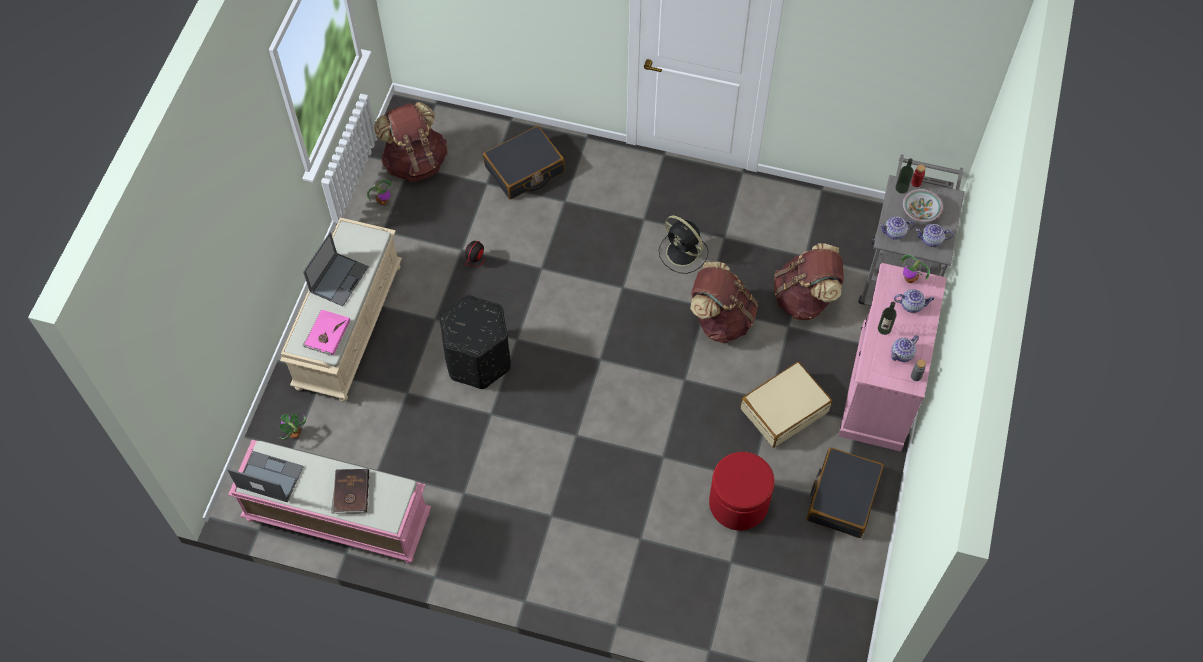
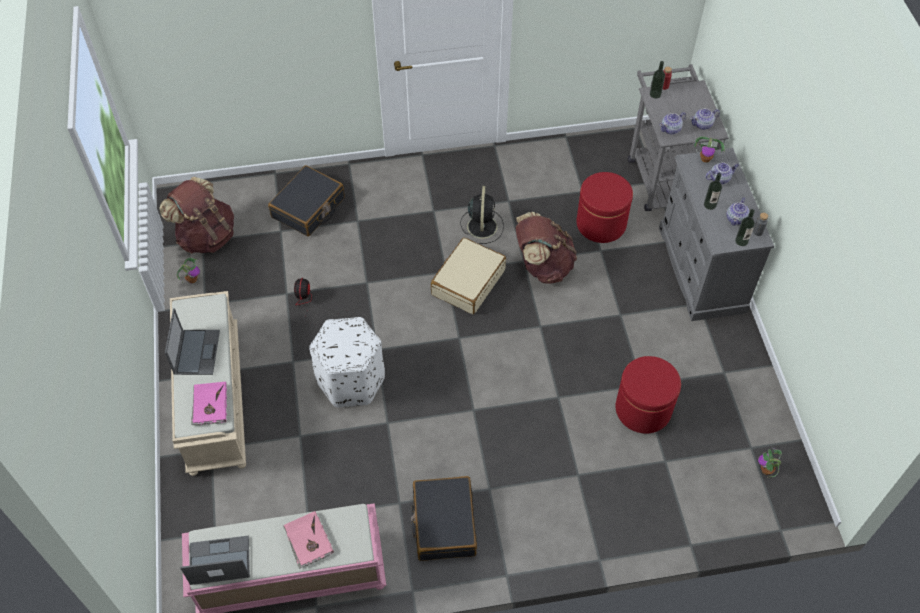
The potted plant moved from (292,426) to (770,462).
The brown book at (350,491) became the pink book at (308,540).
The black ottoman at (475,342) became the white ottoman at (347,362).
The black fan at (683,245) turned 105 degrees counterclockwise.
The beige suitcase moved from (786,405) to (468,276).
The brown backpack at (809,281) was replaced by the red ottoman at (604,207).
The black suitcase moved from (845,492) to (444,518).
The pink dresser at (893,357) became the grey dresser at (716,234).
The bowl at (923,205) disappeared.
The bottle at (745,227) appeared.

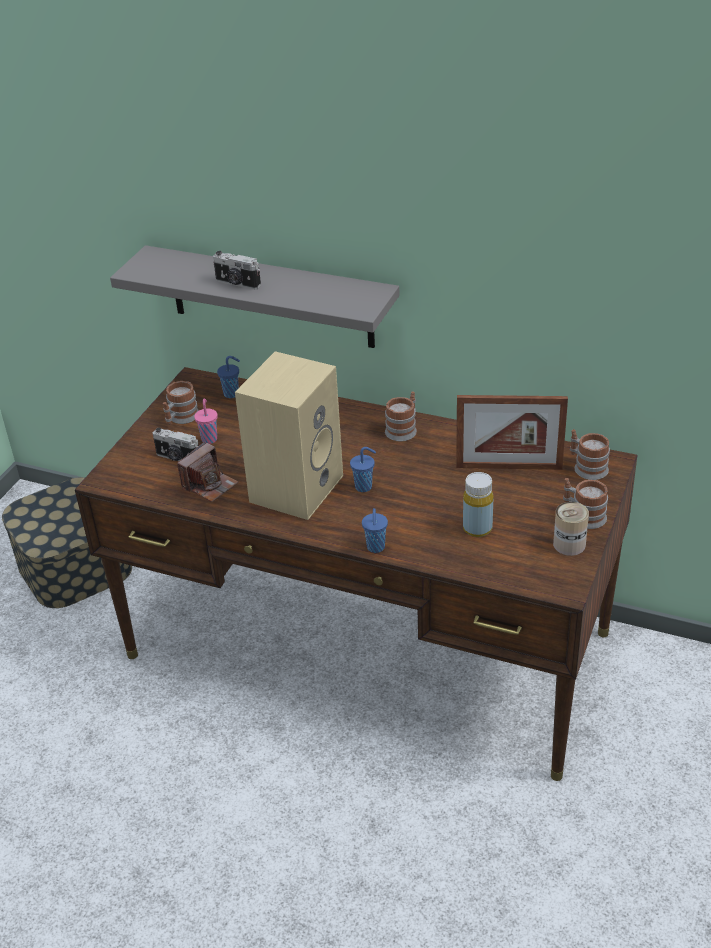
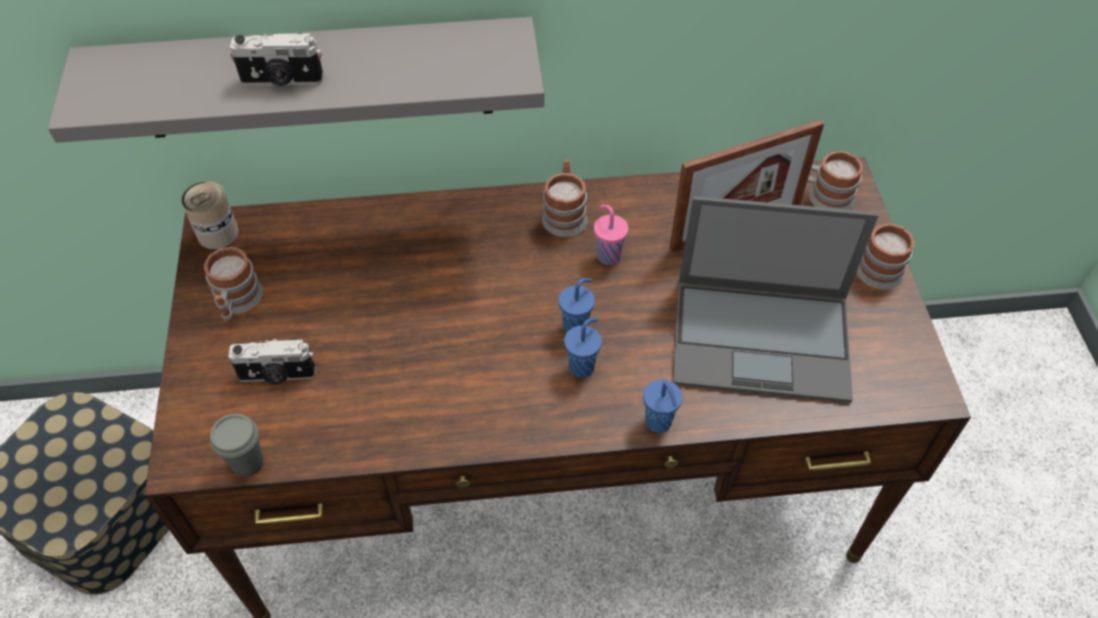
The photo camera at (208,472) disappeared.
The pink cup moved from (206,421) to (611,235).
The blue cup moved from (228,377) to (583,348).
The beige speaker at (289,435) disappeared.
The yellow bottle at (478,504) was replaced by the laptop at (776,299).
The can moved from (571,529) to (210,215).
The grey cup at (236,445) appeared.

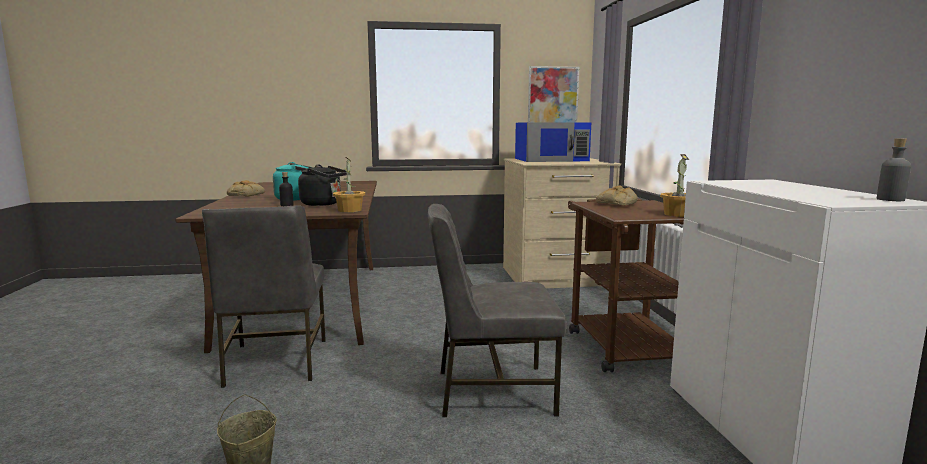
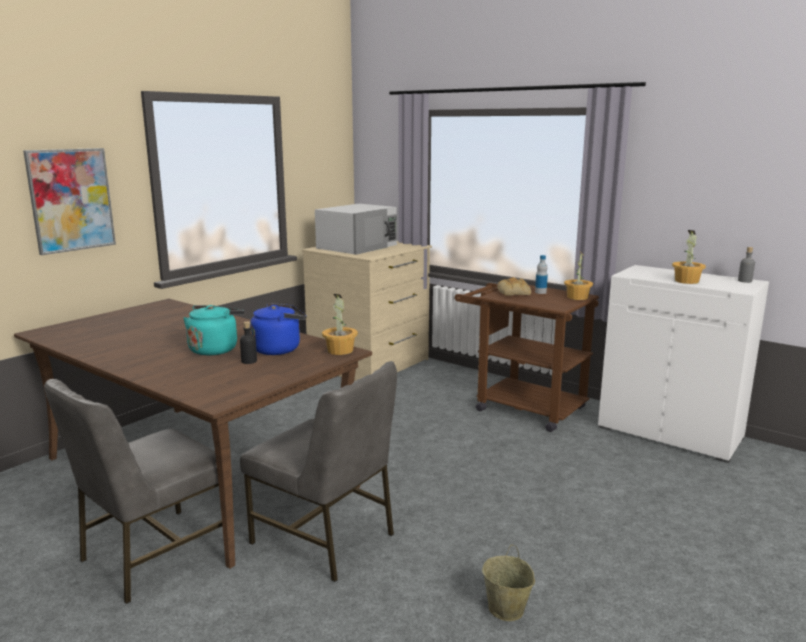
The bread at (246,188) disappeared.
The black kettle at (322,185) became the blue kettle at (278,329).
The grey chair moved from (497,310) to (138,491).
The blue microwave at (553,142) became the white microwave at (356,229).
The picture moved from (553,94) to (69,201).
The bottle at (541,274) appeared.
The potted plant at (689,257) appeared.

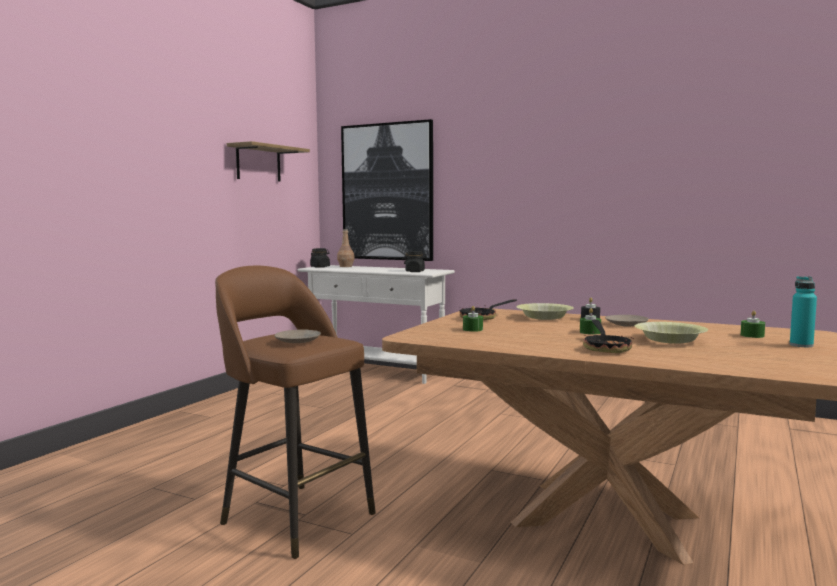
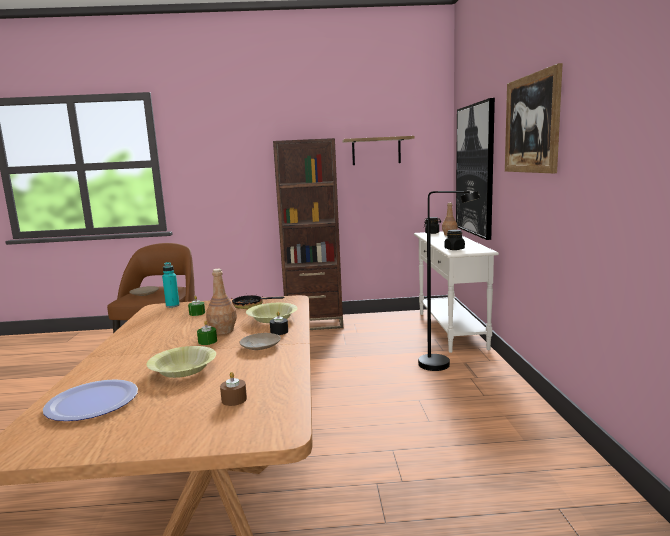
The frying pan at (608,336) disappeared.
The green candle at (753,324) became the brown candle at (233,389).
The turquoise bottle moved from (803,311) to (171,285).
The plate at (90,400) appeared.
The brown bottle at (221,302) appeared.
The brown bookcase at (308,234) appeared.
The black floor lamp at (449,281) appeared.
The picture at (534,118) appeared.

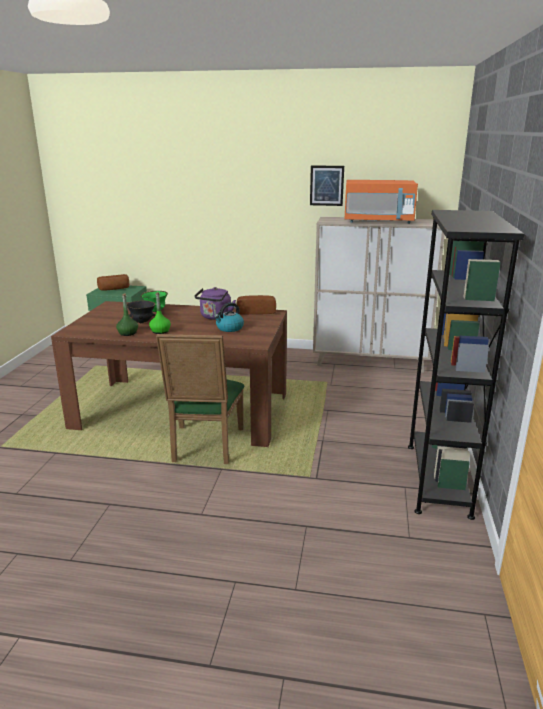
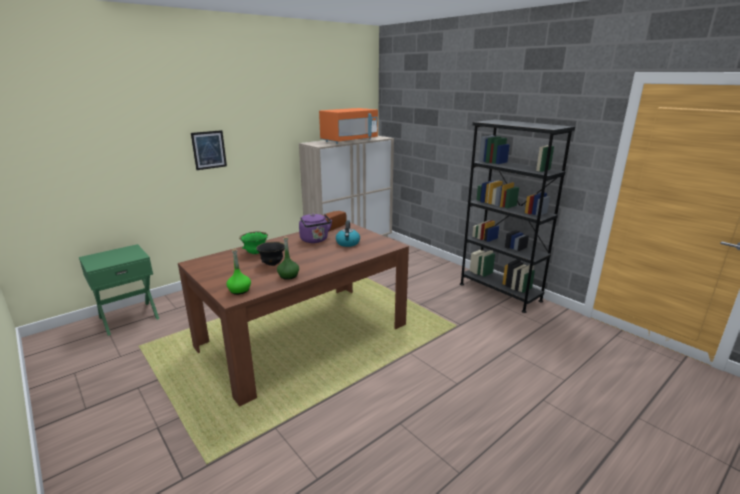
The bread at (113,282) disappeared.
The green bottle moved from (160,313) to (238,272).
The green chair at (200,399) disappeared.
The picture moved from (327,185) to (209,150).

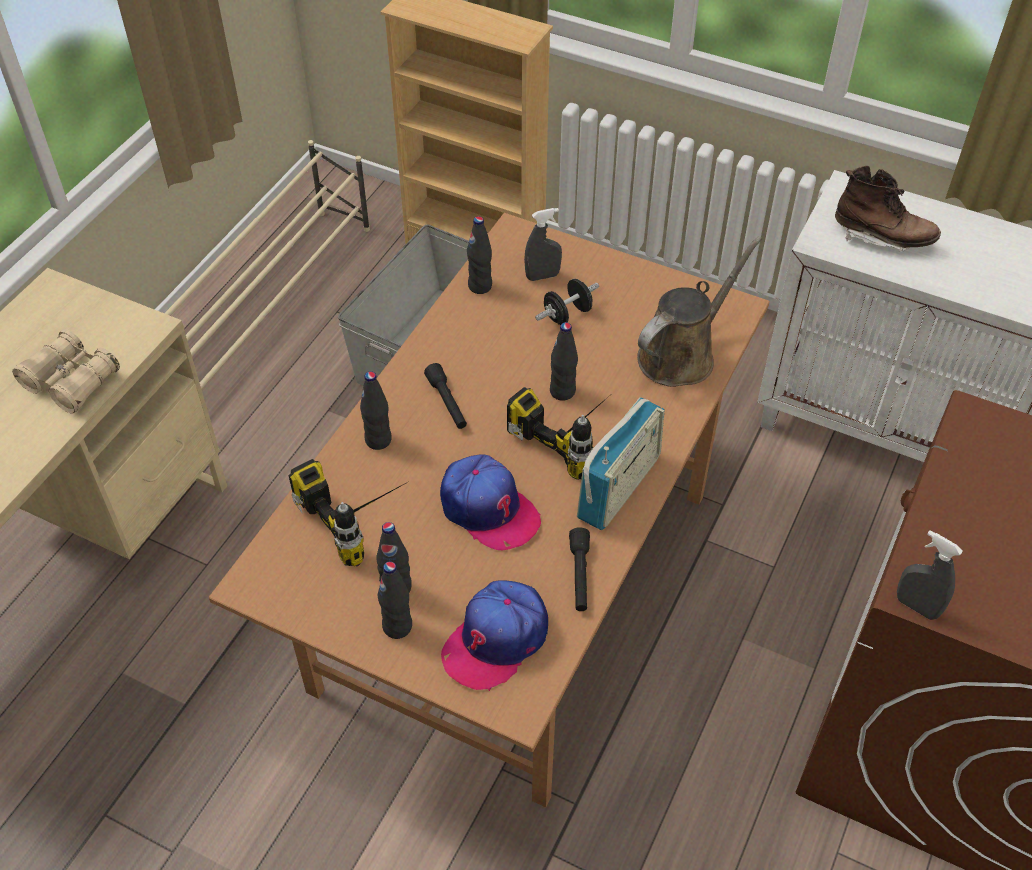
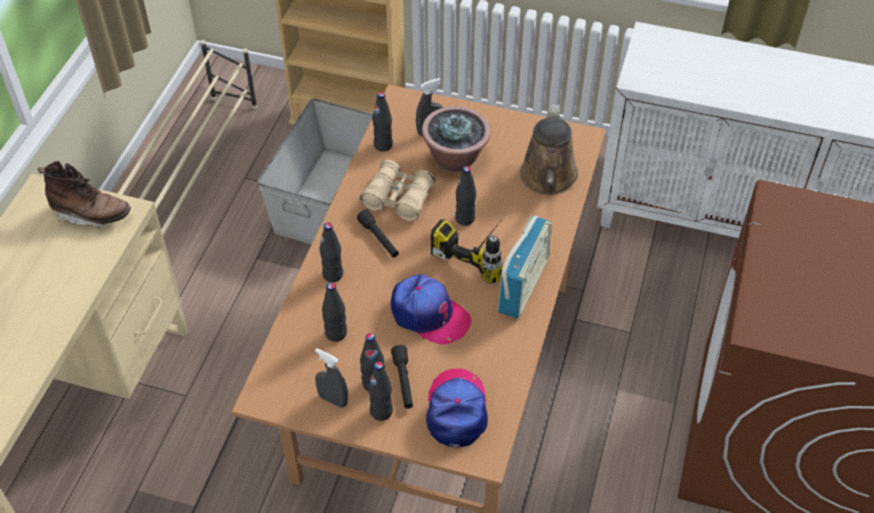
The beige binoculars moved from (66,371) to (397,190).
The power drill at (348,512) was replaced by the black bottle at (334,312).
The cap at (494,635) turned 150 degrees clockwise.
The black dumbbell at (567,302) was replaced by the potted plant at (456,139).
The black flashlight moved from (579,569) to (402,376).
The brown watering can at (699,311) turned 150 degrees clockwise.
The brown boot moved from (888,209) to (84,194).
The grey spray bottle moved from (930,575) to (331,378).

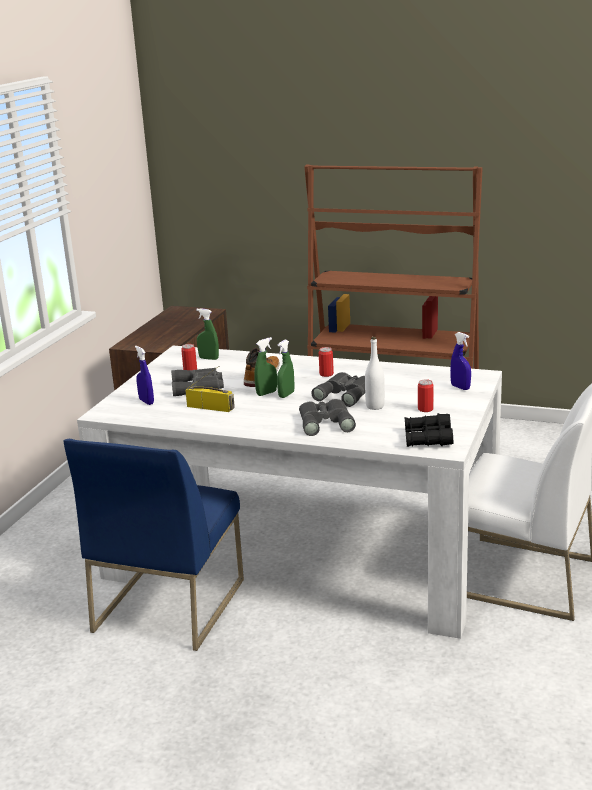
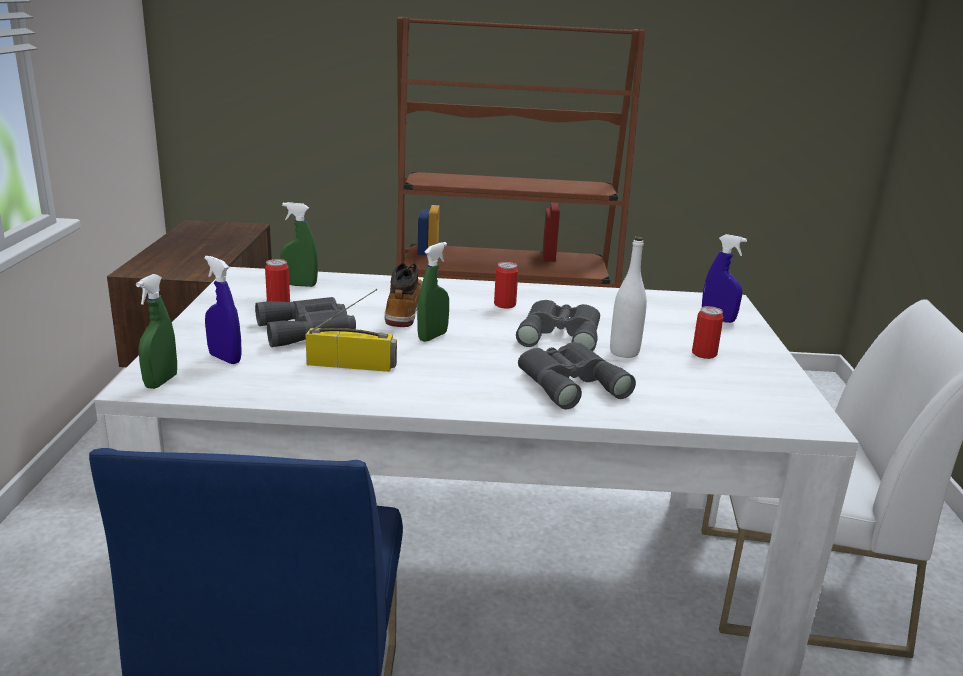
The green spray bottle moved from (286,369) to (156,331).
The black binoculars at (429,430) disappeared.

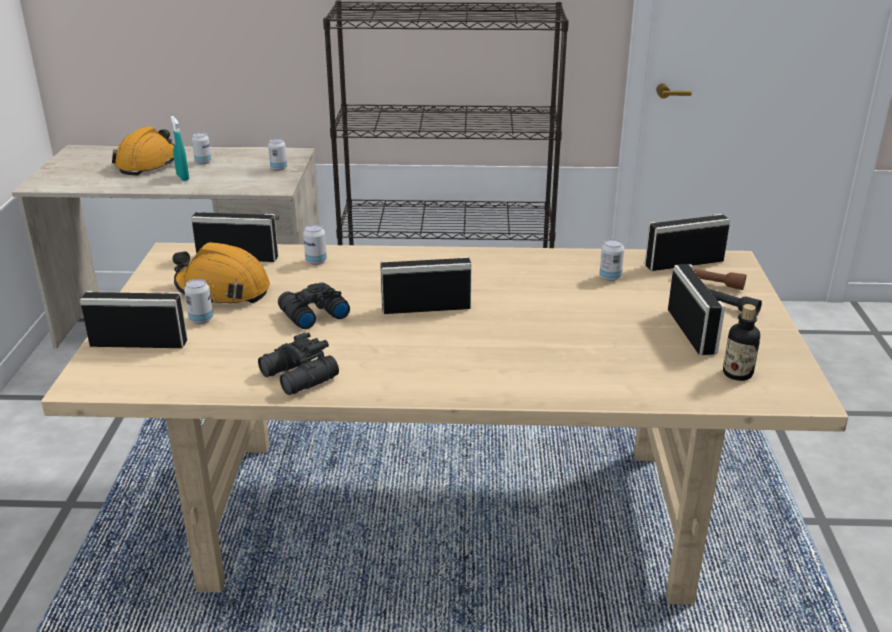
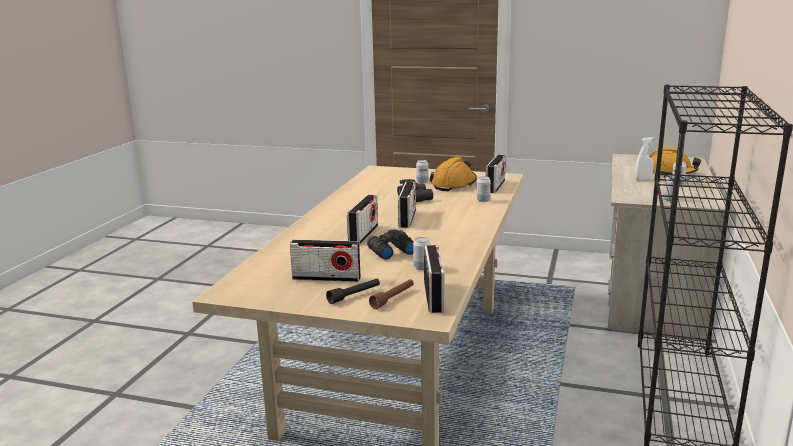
The radio moved from (134,319) to (362,220).
The turquoise spray bottle at (180,148) became the white spray bottle at (644,159).
The black binoculars moved from (298,363) to (390,244).
The bottle at (741,342) disappeared.

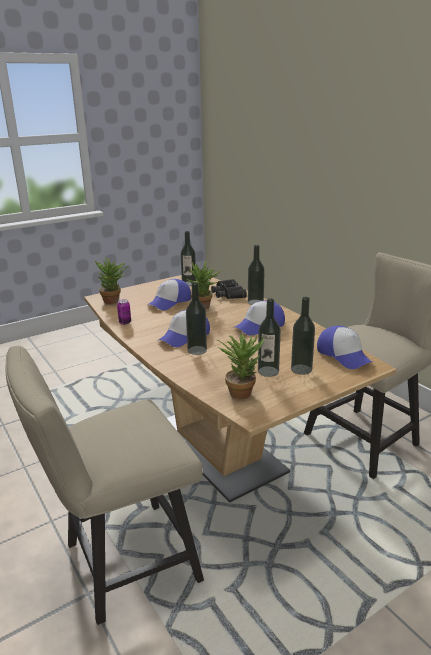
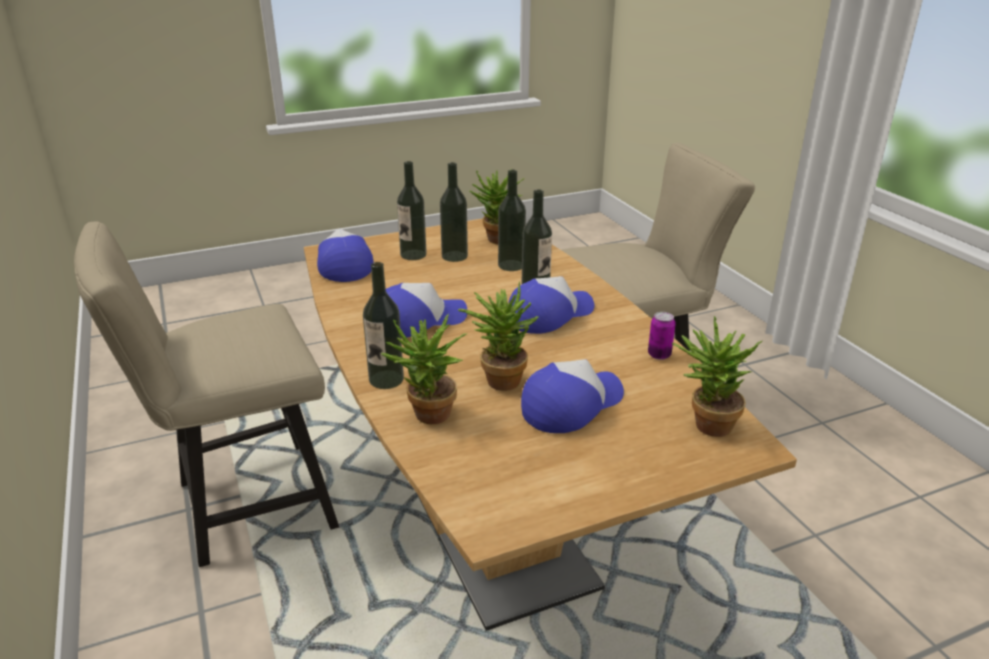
The bottle moved from (188,258) to (512,220).
The black binoculars at (229,289) was replaced by the potted plant at (424,369).

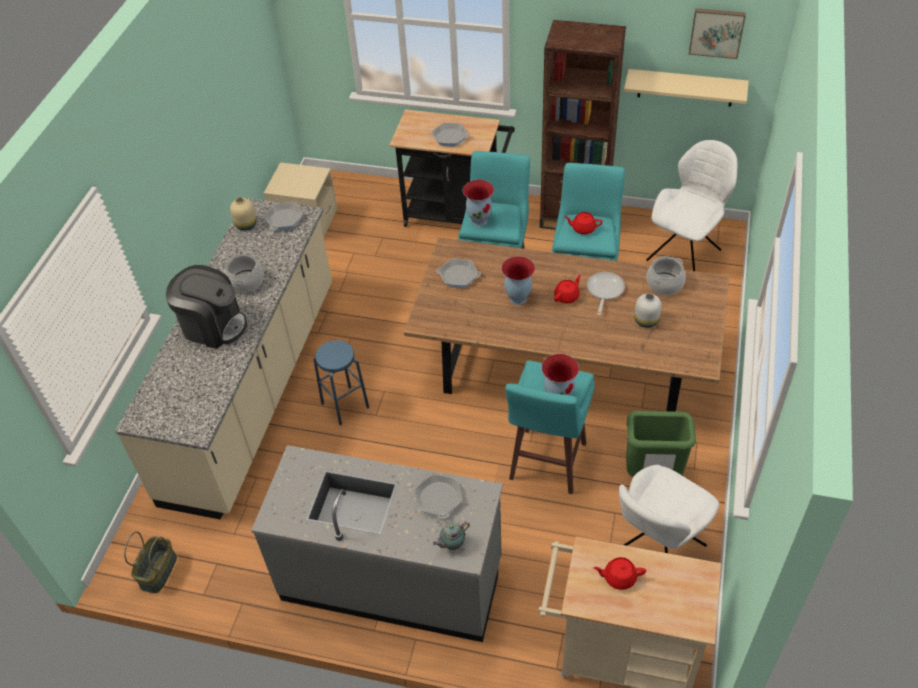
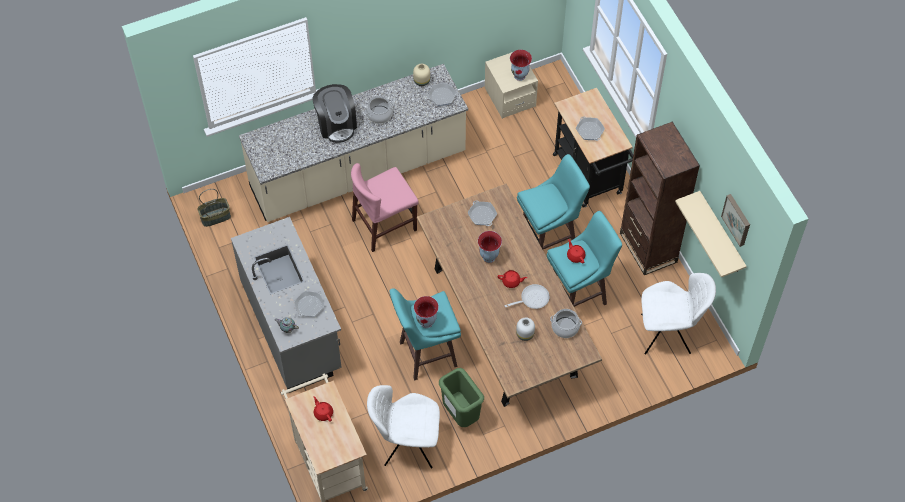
The blue stool at (341,382) was replaced by the pink chair at (385,207).
The vase moved from (478,203) to (521,65).

